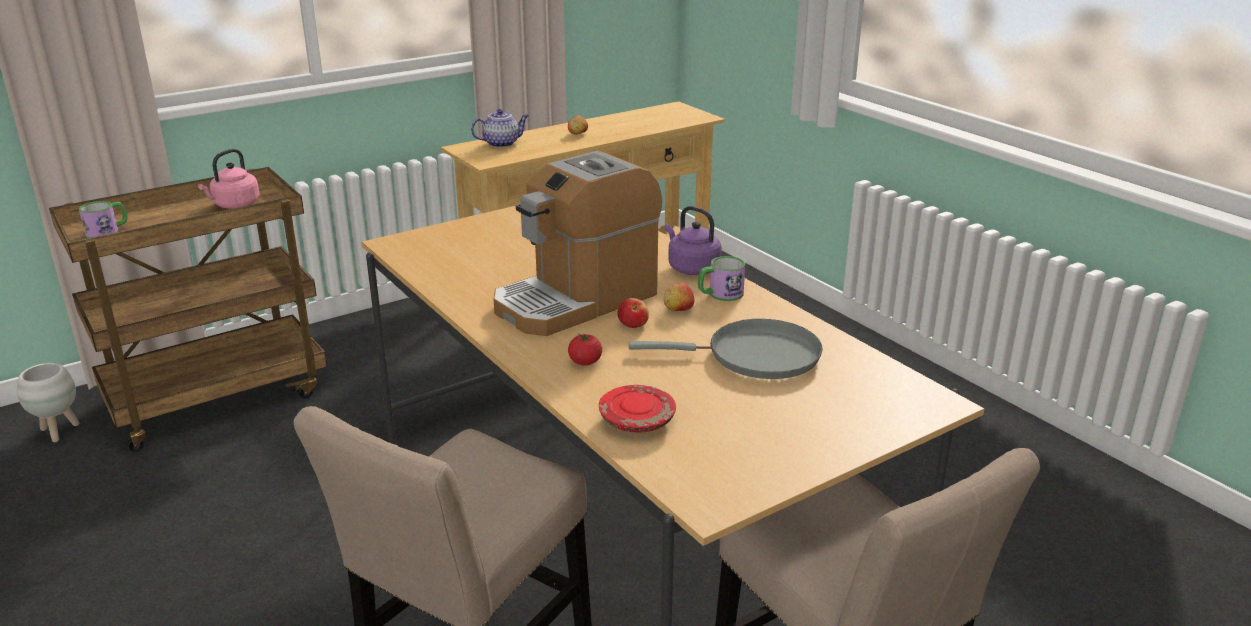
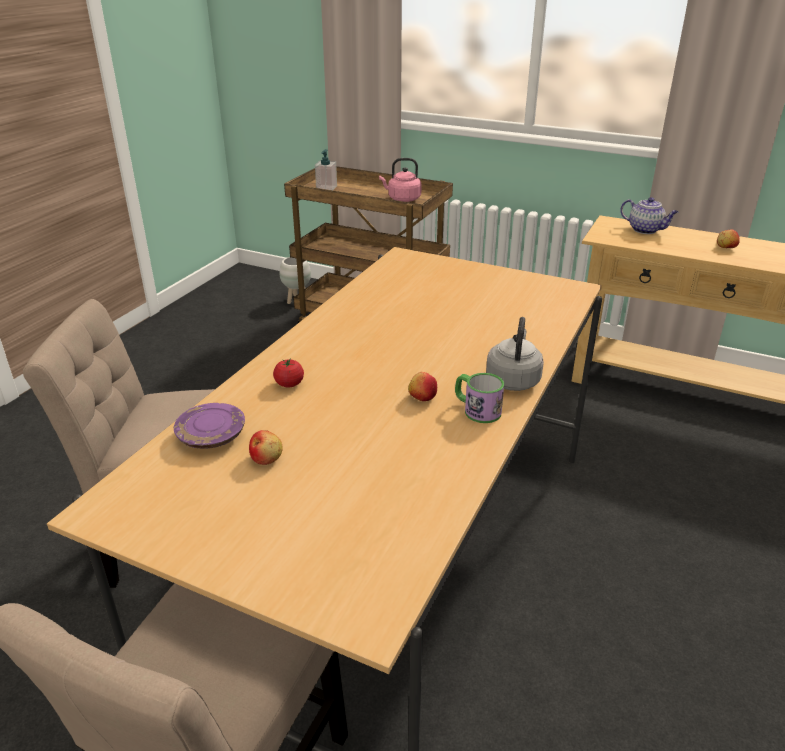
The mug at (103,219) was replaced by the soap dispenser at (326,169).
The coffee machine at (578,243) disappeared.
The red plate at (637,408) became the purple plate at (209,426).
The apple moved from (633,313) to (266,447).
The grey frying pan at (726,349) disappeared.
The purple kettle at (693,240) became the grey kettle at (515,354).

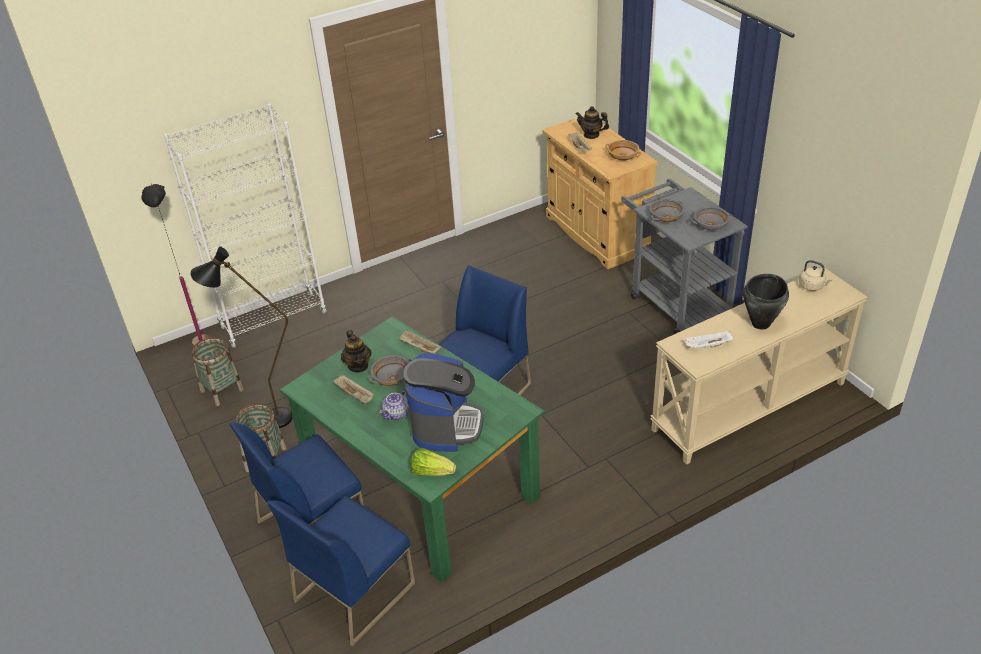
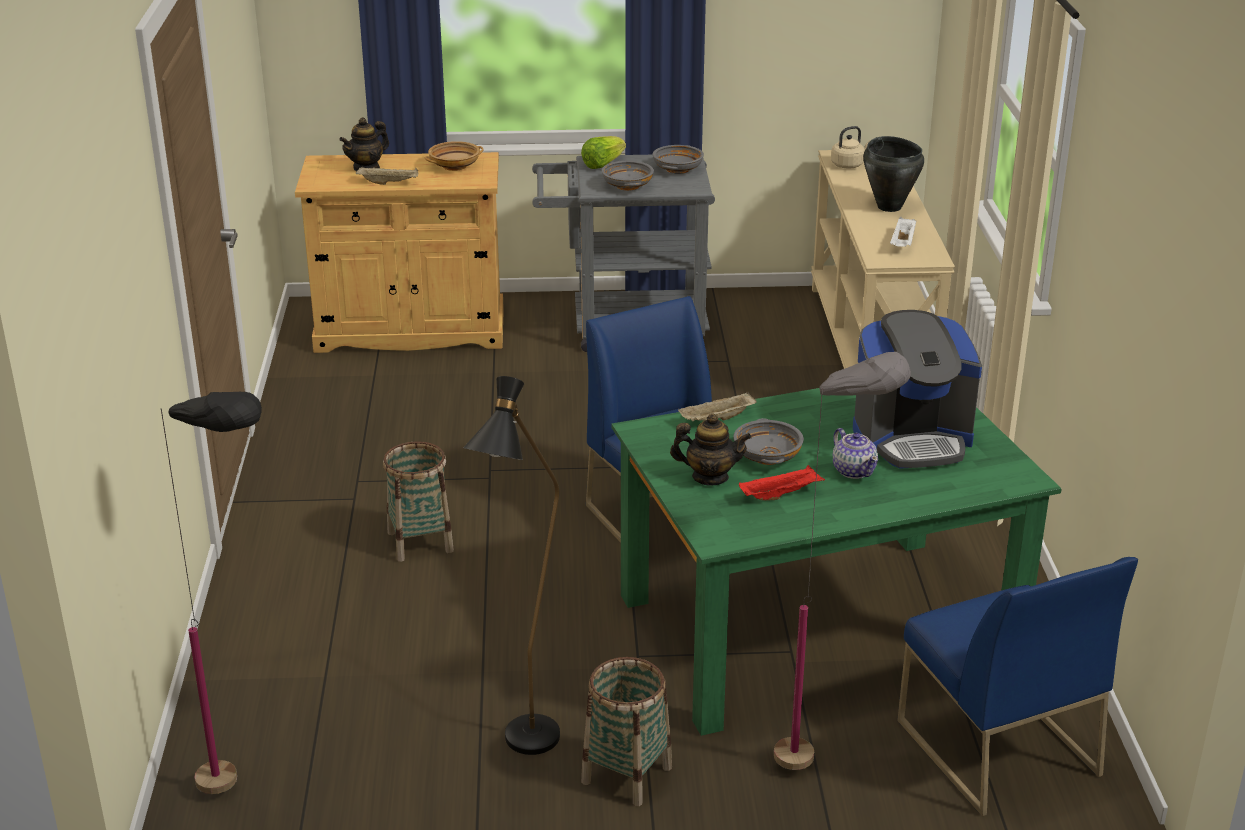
The white bookcase at (245,226) disappeared.
The basket moved from (217,371) to (418,501).
The blue chair at (296,497) was replaced by the grey floor lamp at (842,561).
The beige tray at (353,389) became the red tray at (782,483).
The coffee machine at (443,402) turned 135 degrees clockwise.
The lettuce moved from (433,462) to (603,152).

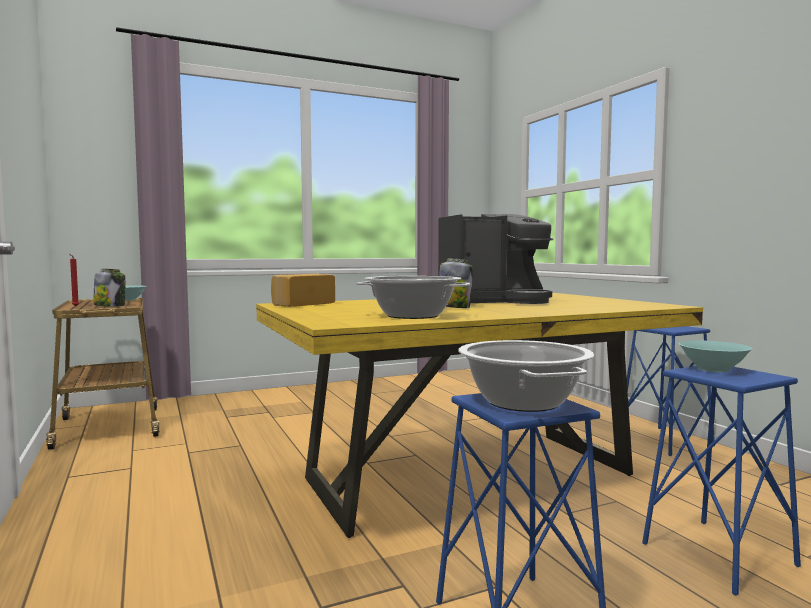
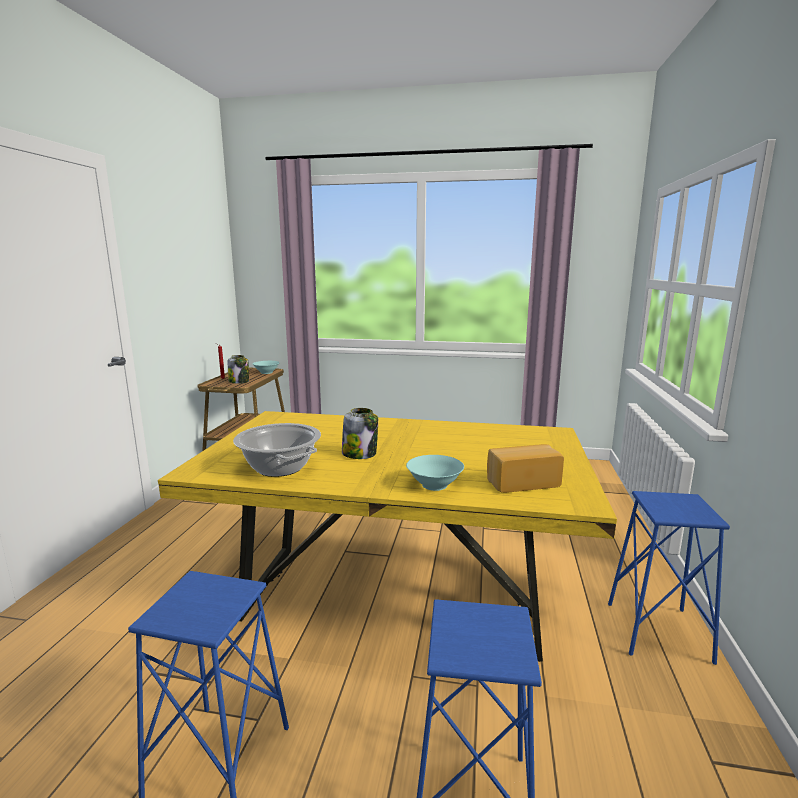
The bread moved from (303,290) to (525,468).
The coffee machine at (496,259) disappeared.
The cooking pot at (526,376) disappeared.
The turquoise bowl moved from (716,357) to (435,473).

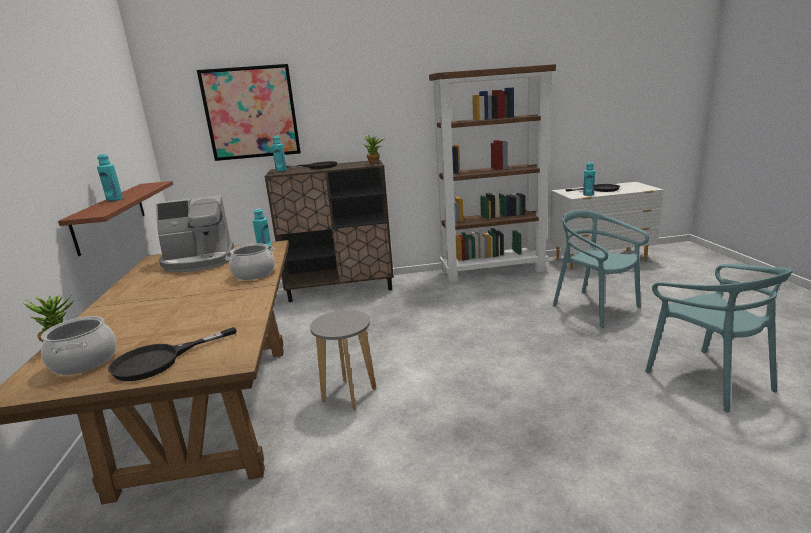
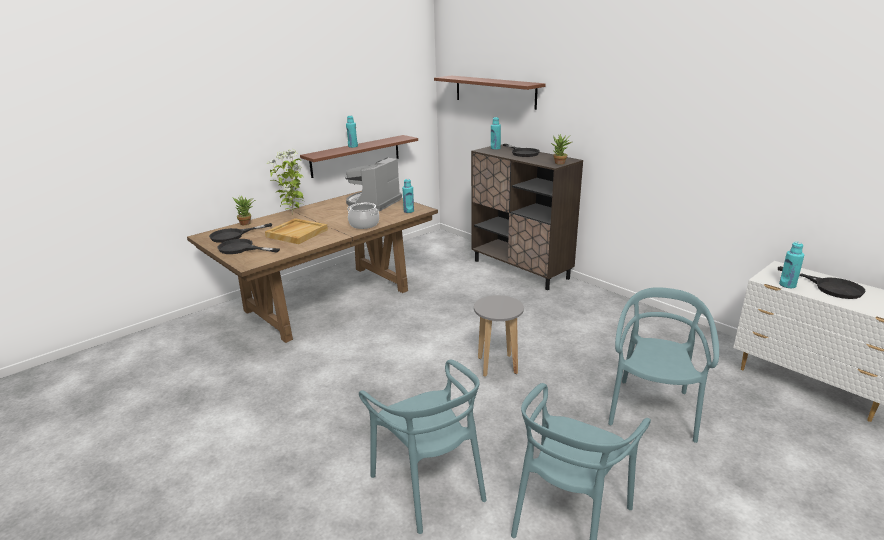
The cooking pot at (78,345) was replaced by the black frying pan at (240,233).
The coffee machine at (195,233) turned 75 degrees clockwise.
The picture at (249,112) was replaced by the brown shelf at (490,93).
The grey stool moved from (343,360) to (499,336).
The brown bookcase at (492,173) disappeared.
The beige tray at (296,231) appeared.
The potted plant at (286,182) appeared.
The turquoise chair at (422,446) appeared.

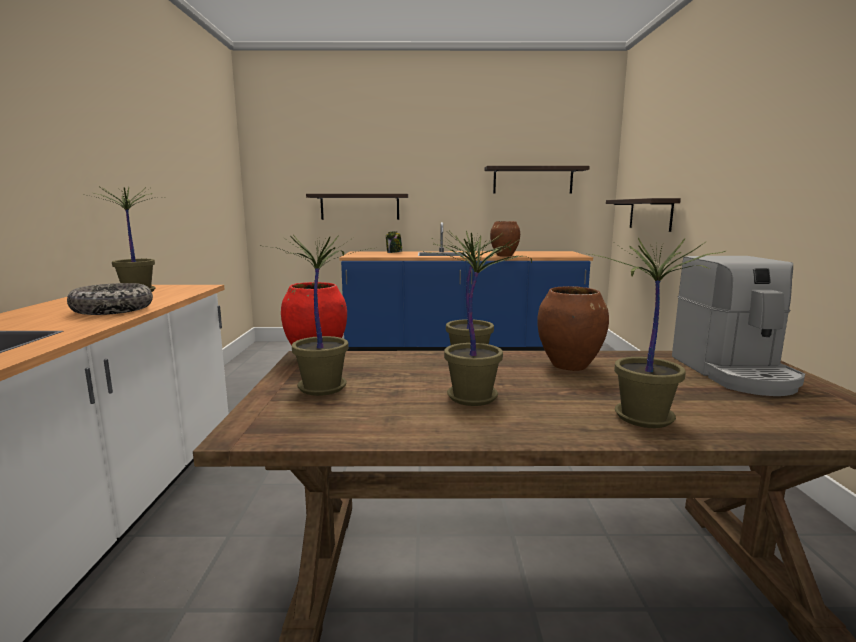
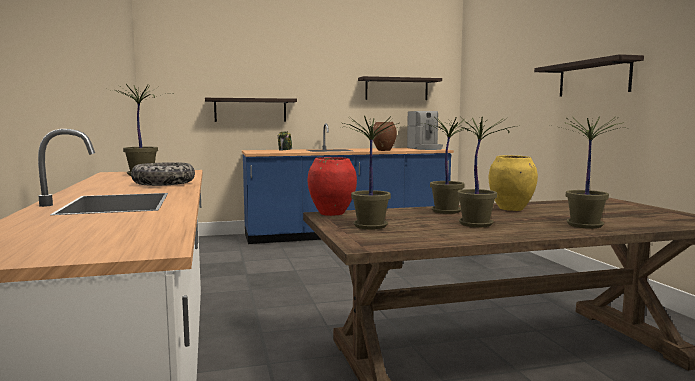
The brown vase at (573,328) became the yellow vase at (513,183).
The shelf moved from (643,215) to (589,75).
The coffee machine moved from (738,326) to (425,130).

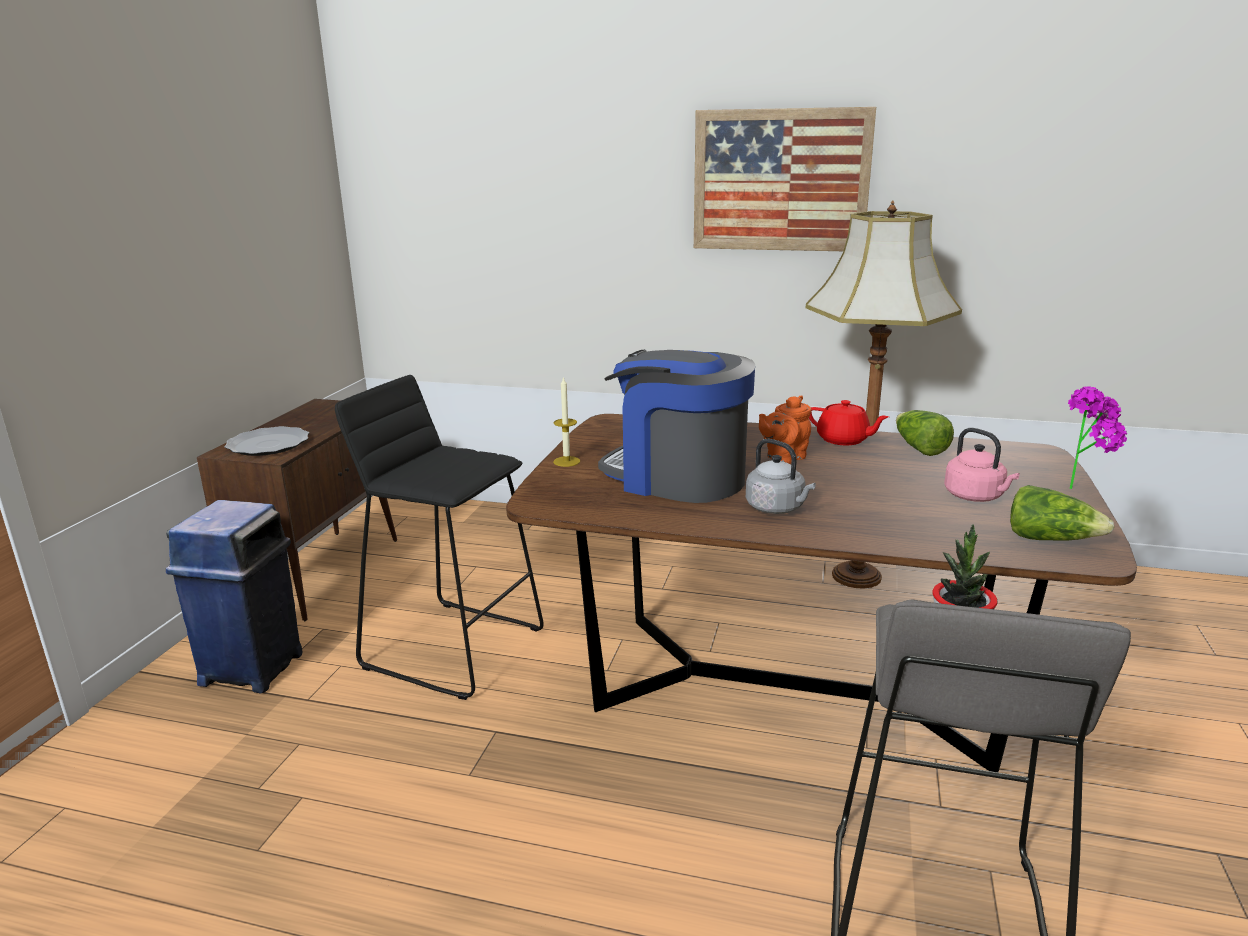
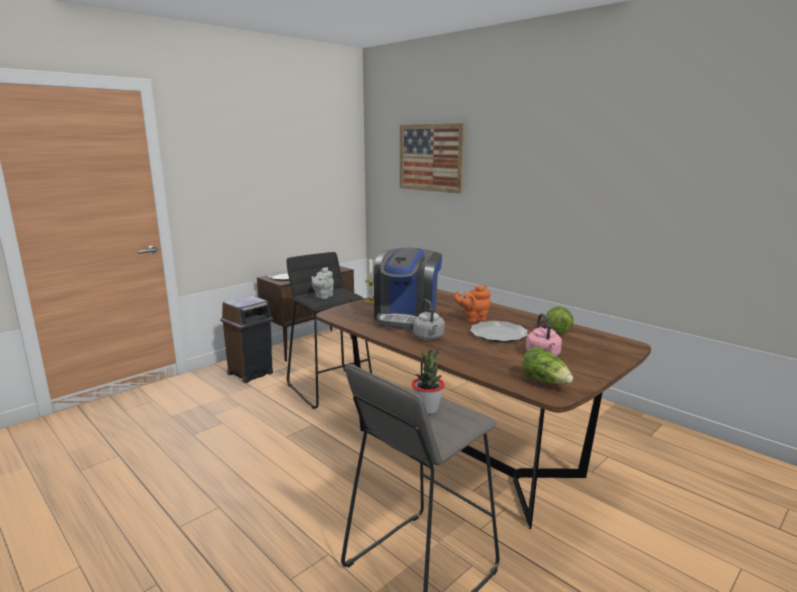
The blue trash can at (234,596) became the brown trash can at (246,339).
The coffee machine at (676,426) turned 135 degrees counterclockwise.
The picture moved from (785,179) to (432,158).
The floor lamp at (884,395) disappeared.
The red teapot at (849,422) disappeared.
The potted plant at (1097,437) disappeared.
The grey teapot at (322,283) appeared.
The plate at (499,332) appeared.

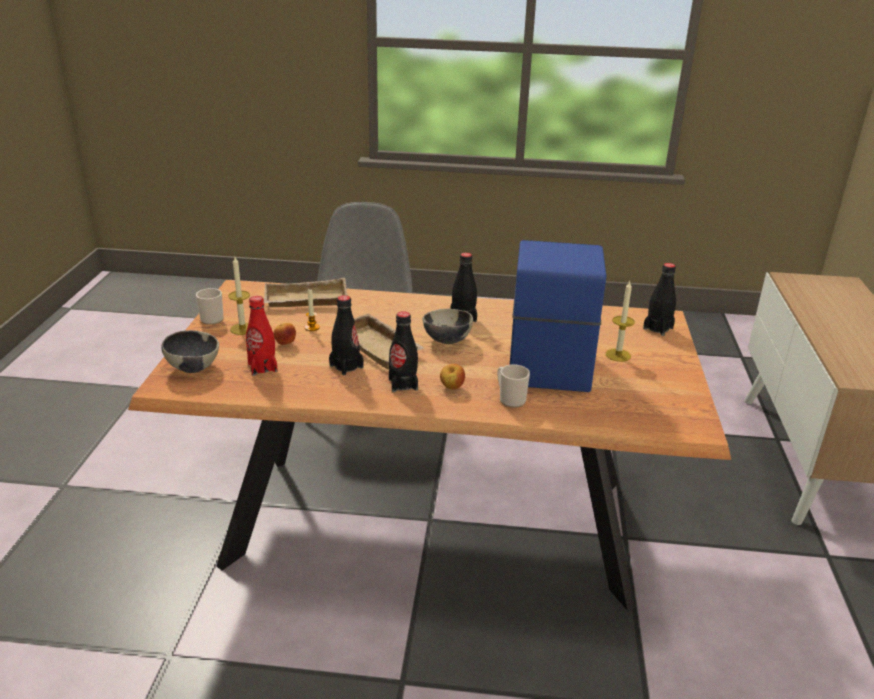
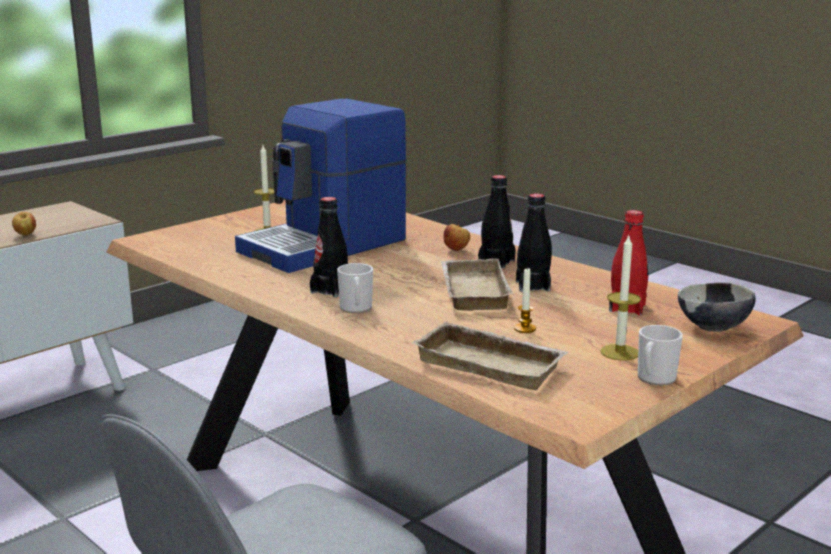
The apple moved from (285,334) to (24,223).
The bowl at (448,326) disappeared.
The mug moved from (513,386) to (355,288).
The black bottle at (659,299) disappeared.

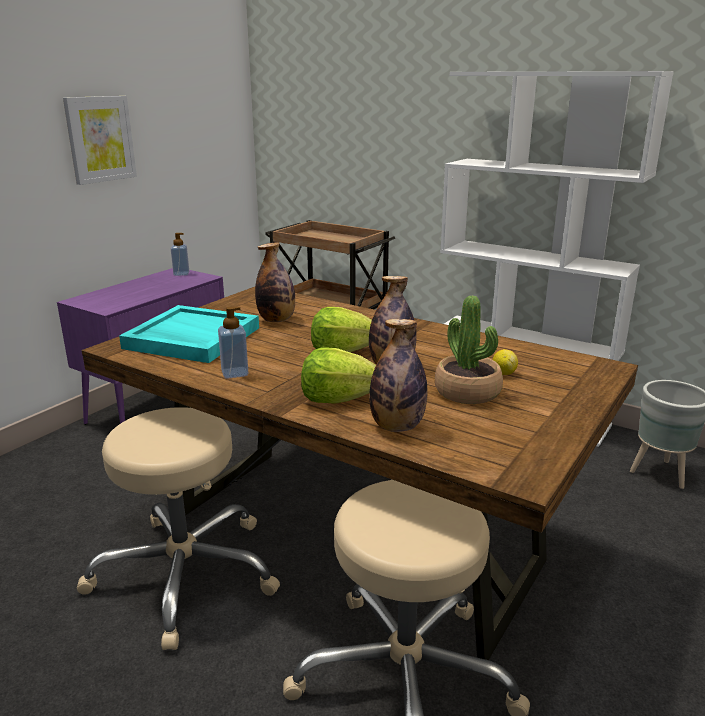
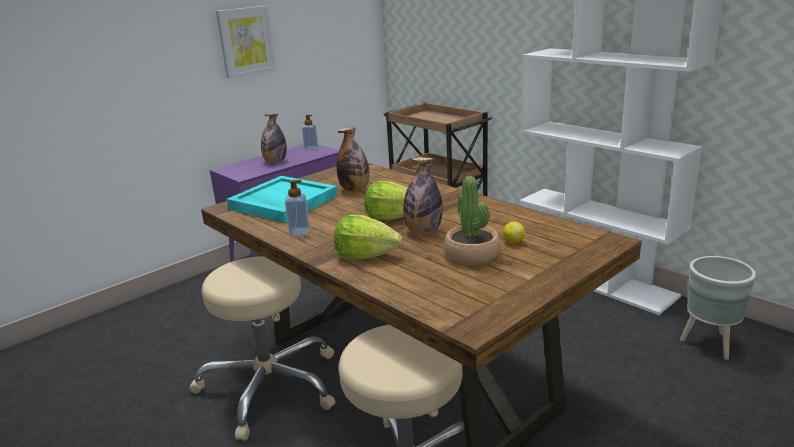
The bottle moved from (398,375) to (274,138).

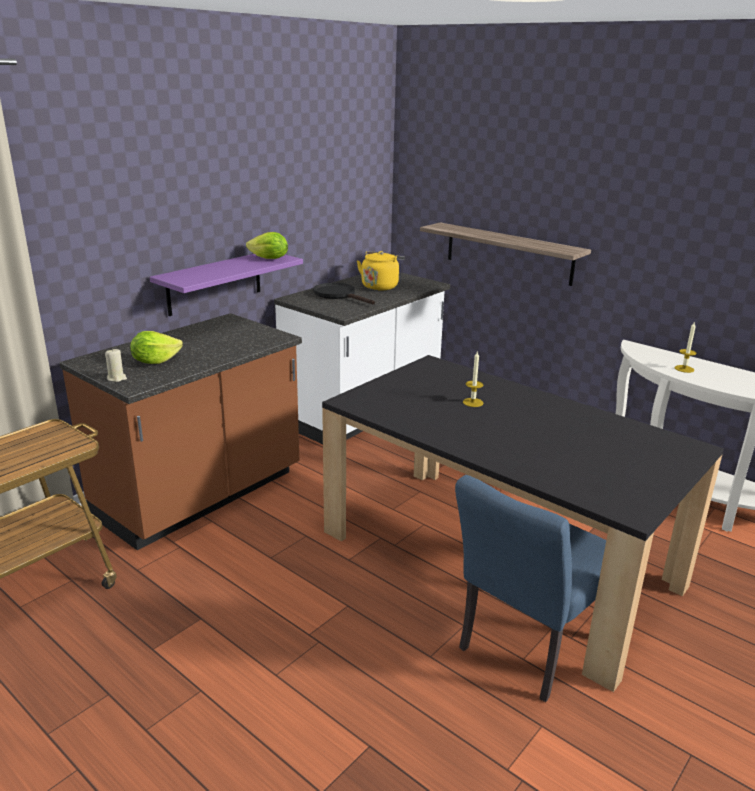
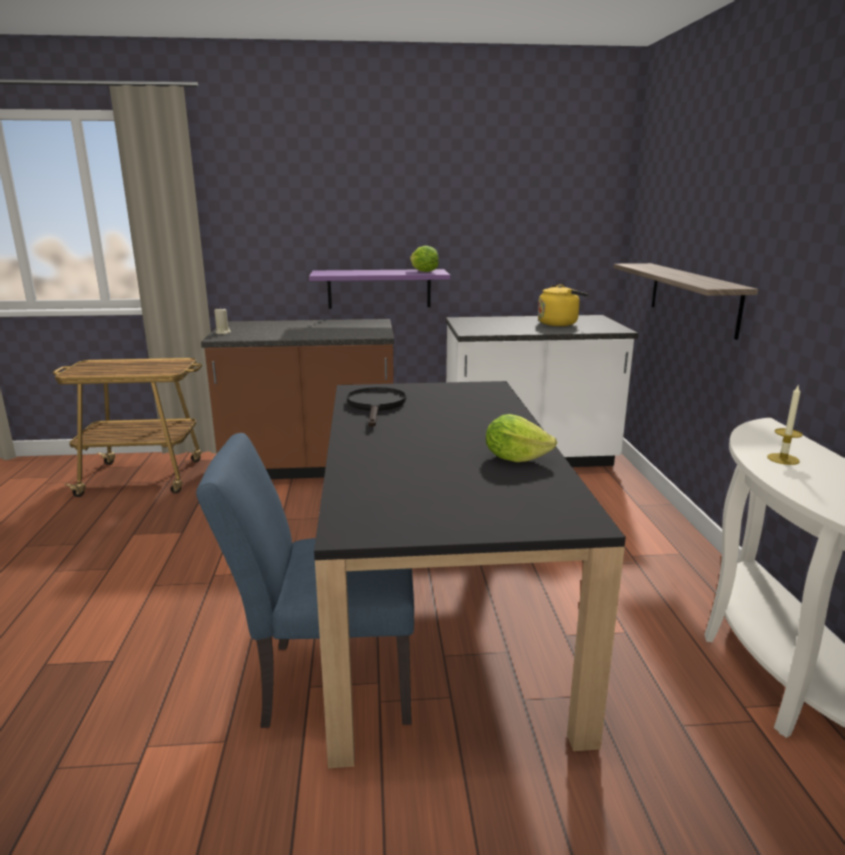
The lettuce moved from (156,347) to (521,438).
The black frying pan moved from (344,293) to (376,407).
The candle at (473,379) disappeared.

